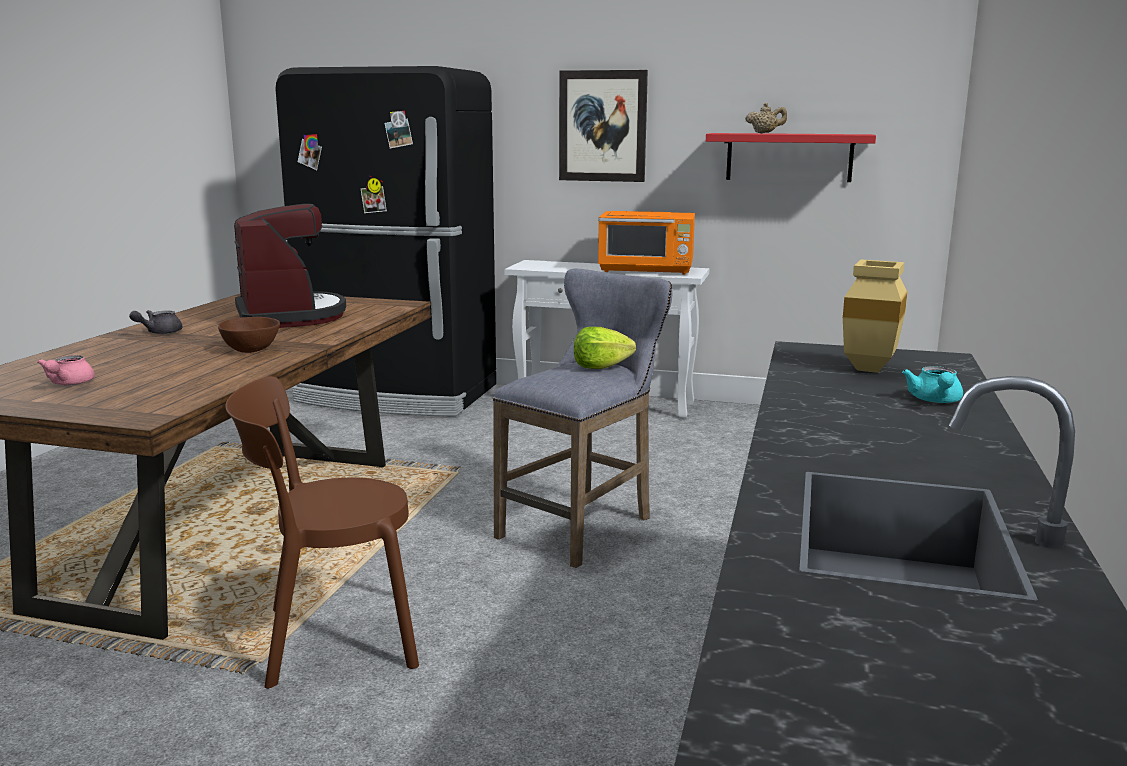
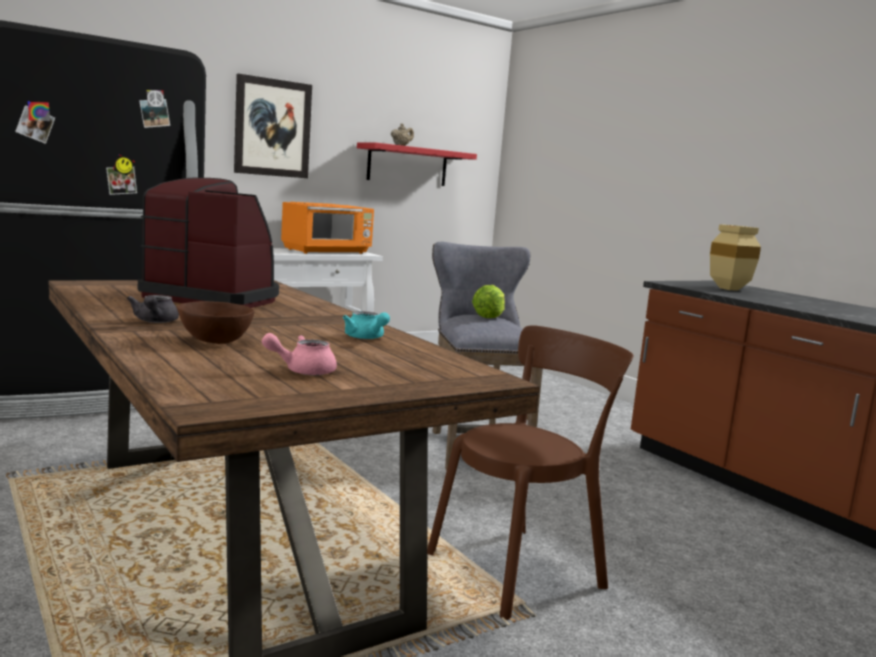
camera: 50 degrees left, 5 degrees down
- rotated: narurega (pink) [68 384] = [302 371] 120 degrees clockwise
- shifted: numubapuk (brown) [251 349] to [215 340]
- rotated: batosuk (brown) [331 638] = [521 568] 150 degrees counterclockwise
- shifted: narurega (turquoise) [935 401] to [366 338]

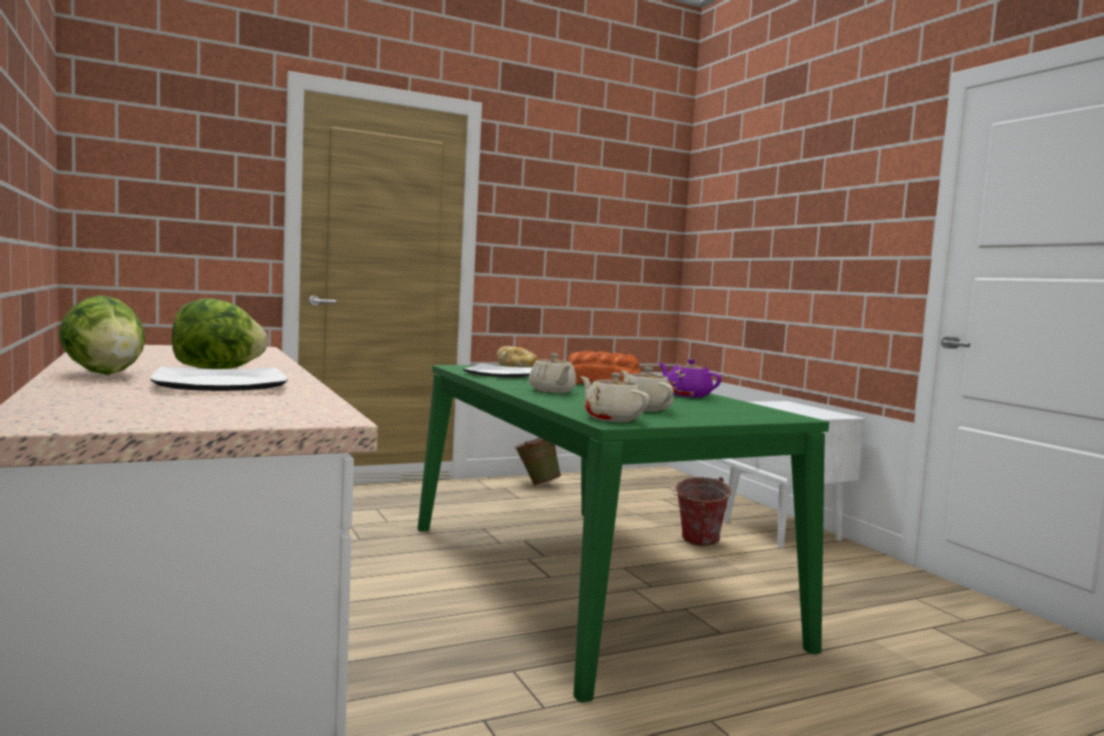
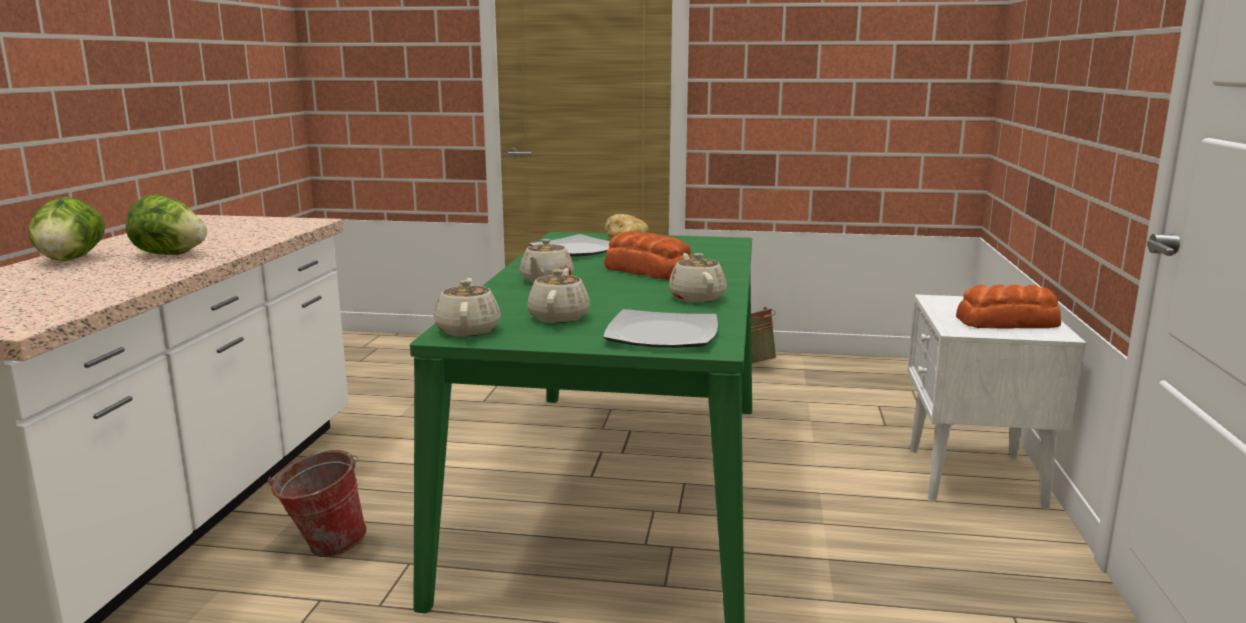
camera: 35 degrees right, 10 degrees up
- shifted: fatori [222 384] to [663 334]
- repainted: narurega (purple) [687 395] to narurega (beige) [696 297]
- shifted: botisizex [697 543] to [323 547]
- new: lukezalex [1008 323]

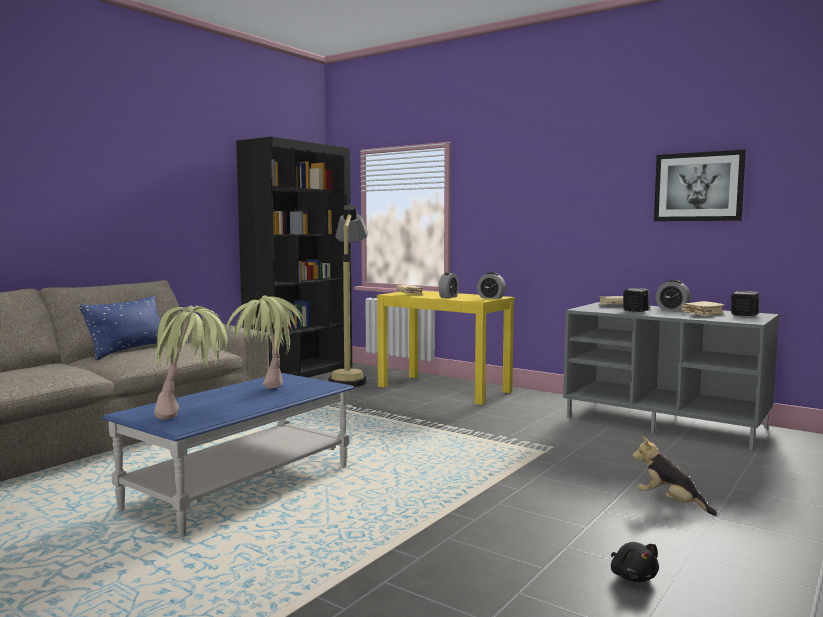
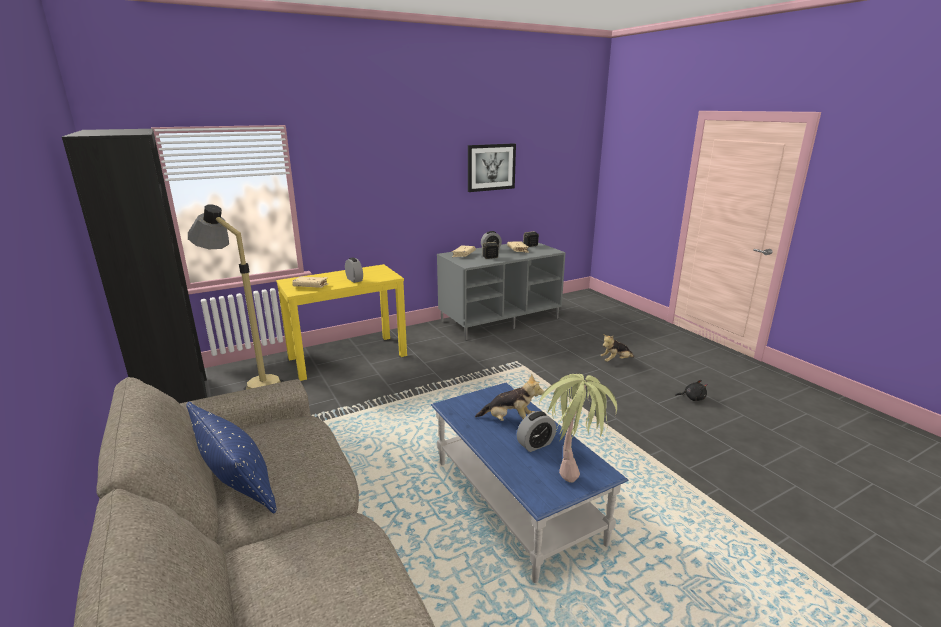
camera: 65 degrees left, 15 degrees up
- swapped: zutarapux [266 393] to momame [509 421]
- shifted: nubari [491 298] to [535 444]

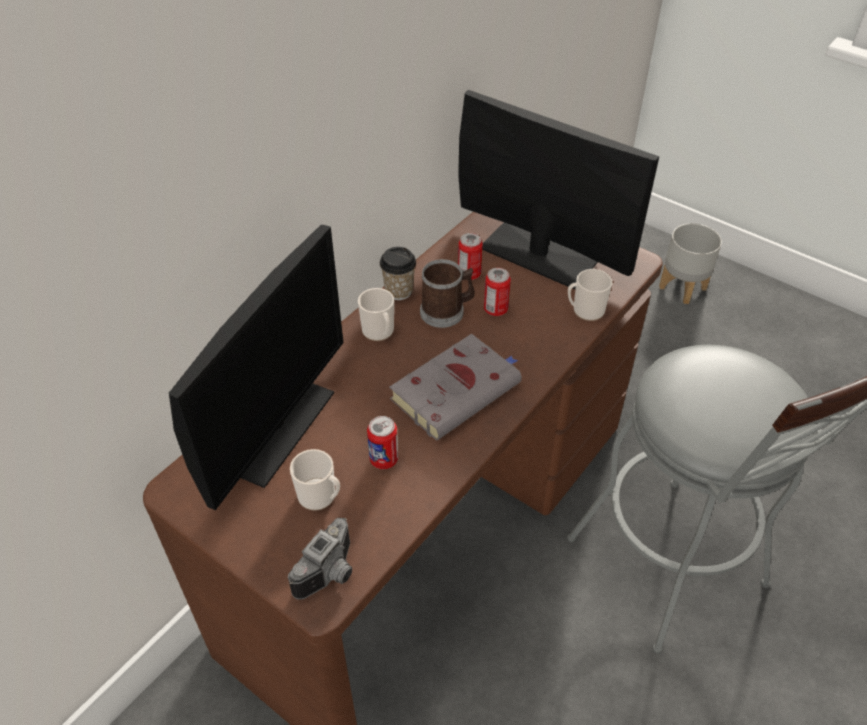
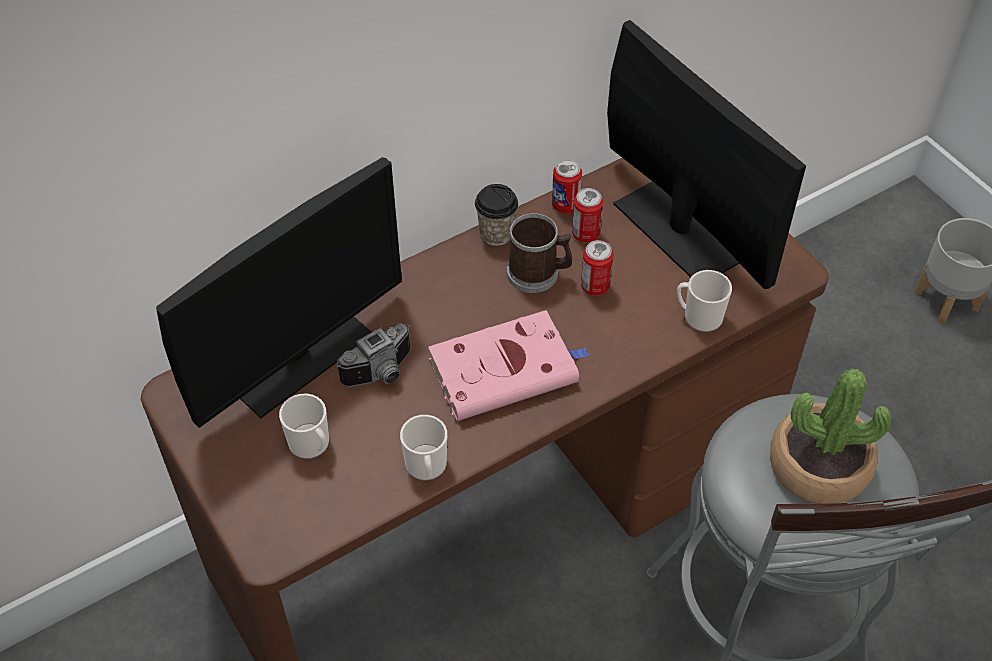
camera: 20 degrees right, 5 degrees up
- shifted: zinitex [331 574] to [382 373]
- shifted: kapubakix [379 332] to [426 467]
- shifted: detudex [384 459] to [565 205]
- repainted: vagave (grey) [457 390] to vagave (pink) [507 370]
- new: zutarapux [818 466]

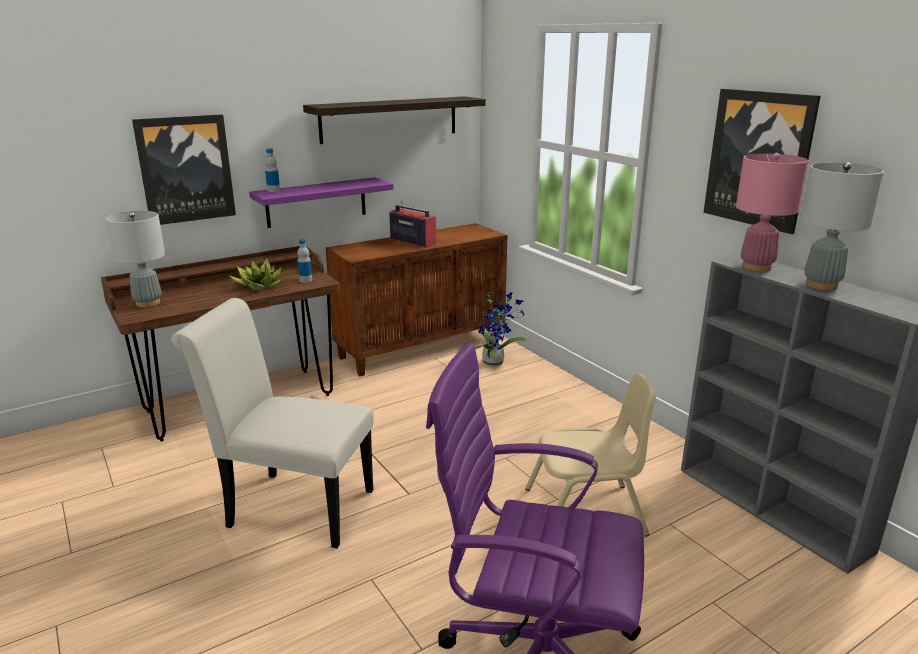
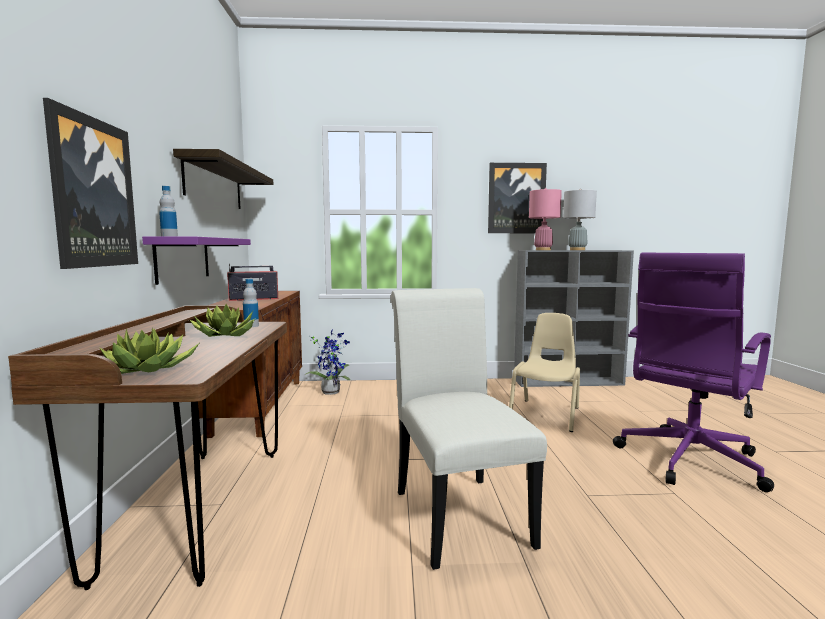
camera: 60 degrees left, 15 degrees down
- swapped: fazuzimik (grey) [148 303] to zutarapux [149 369]
- rotated: batosuk (white) [292 507] = [457 511] 120 degrees clockwise

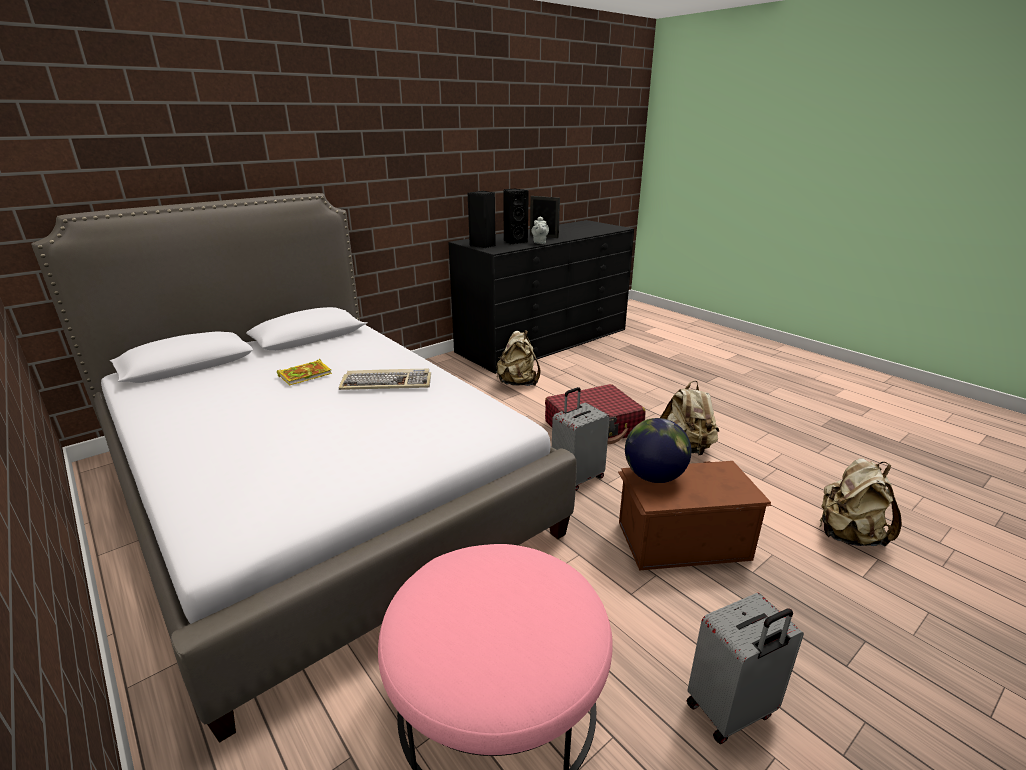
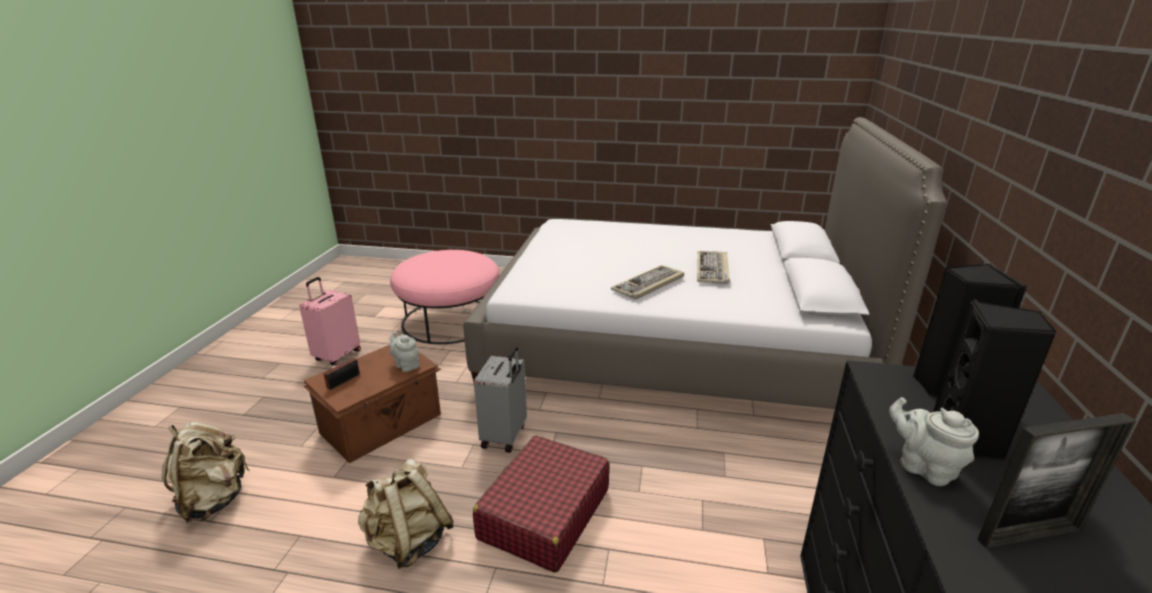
camera: 140 degrees right, 0 degrees up
- swapped: vagave [306 374] to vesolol [713 269]
- gone: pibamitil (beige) [518 383]
- swapped: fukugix [654 476] to narurega (grey) [406 365]
- repainted: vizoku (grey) [731 711] to vizoku (pink) [336 355]
- new: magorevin [345 380]

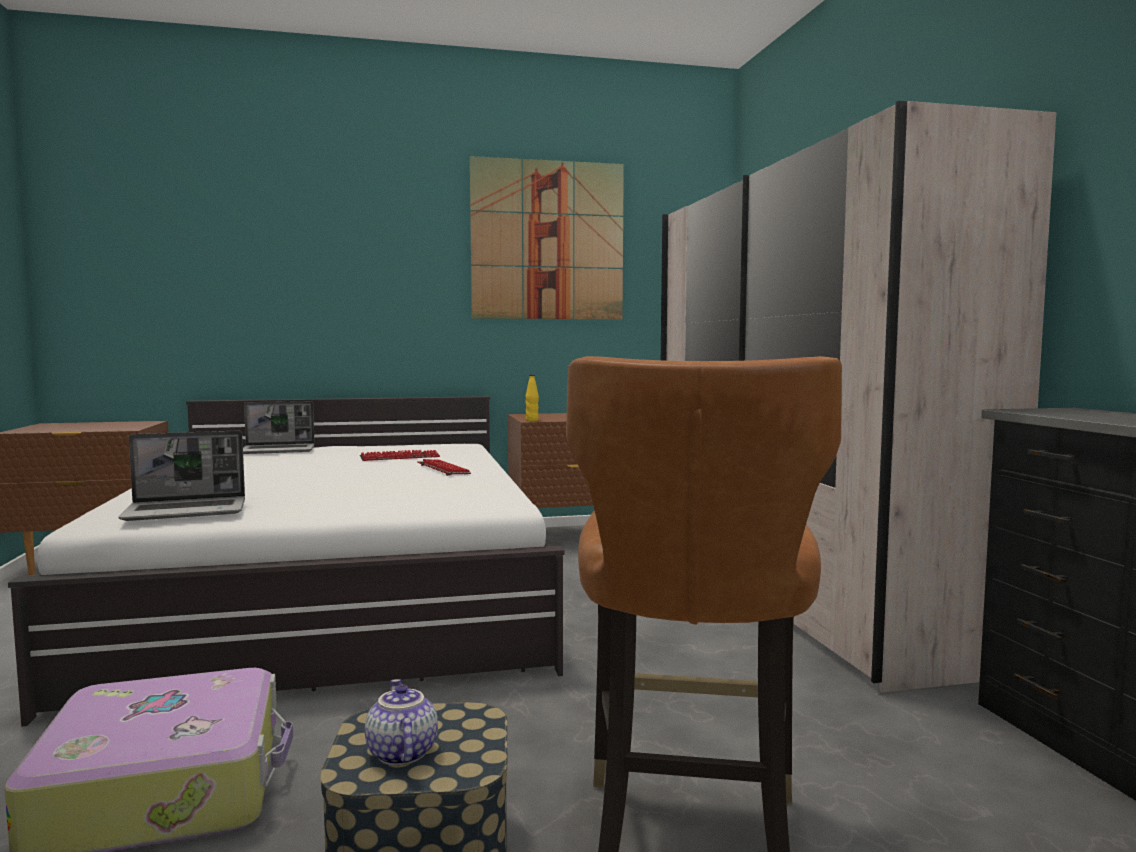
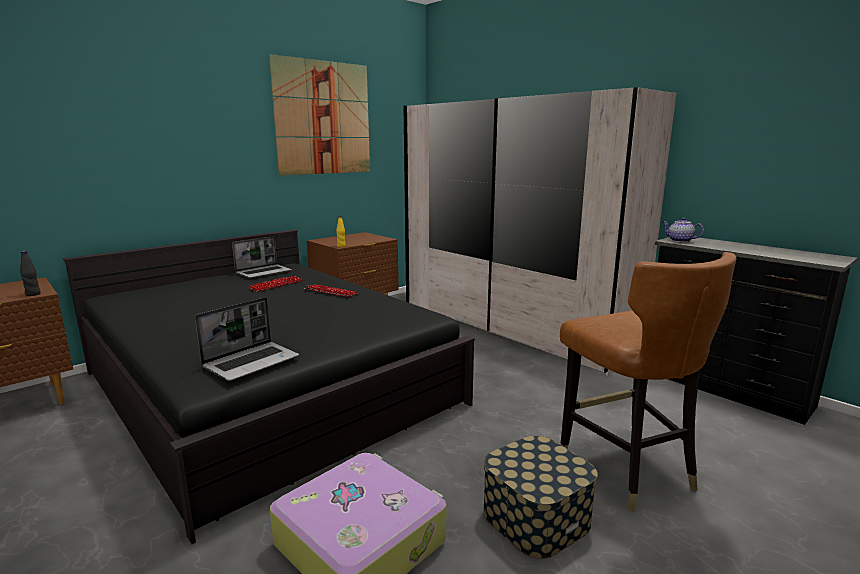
camera: 30 degrees left, 10 degrees up
- repainted: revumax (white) [336 594] to revumax (black) [267 387]
- shifted: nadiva [279 450] to [264 272]
- shifted: narurega [400 753] to [679 241]
- new: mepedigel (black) [33 294]

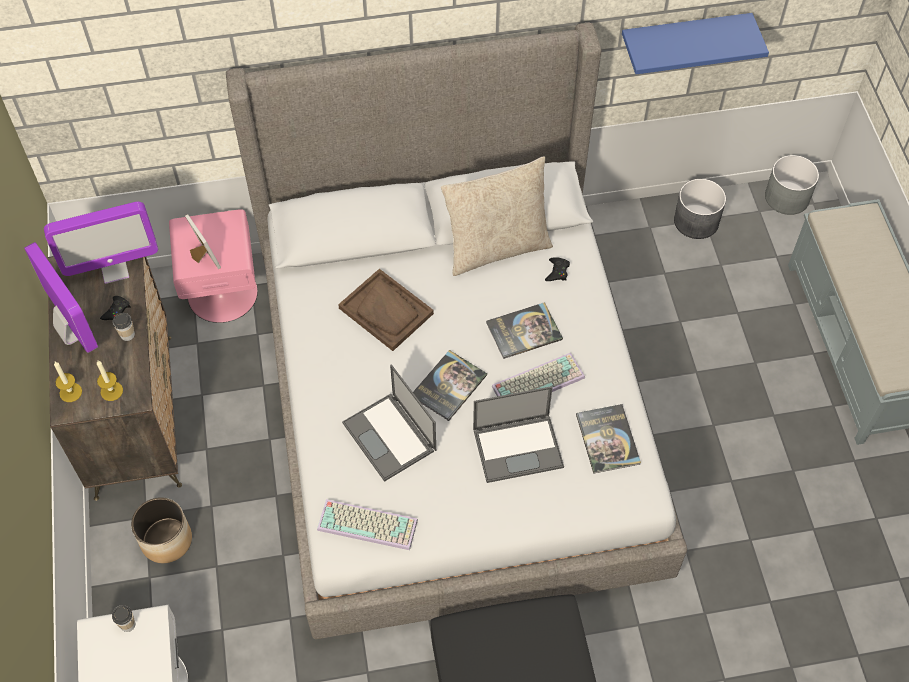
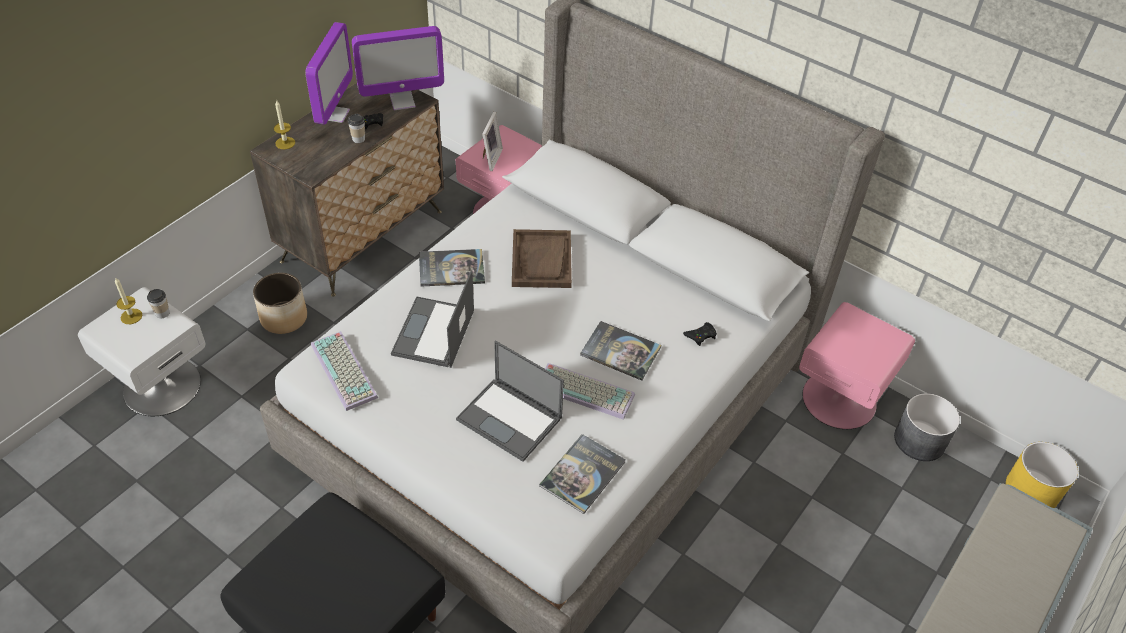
camera: 45 degrees right, 10 degrees down
- rotated: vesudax [114 270] = [402 102] 45 degrees counterclockwise
- shifted: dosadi [111 391] to [131 316]
- shifted: vagave [449 386] to [451 268]
- gone: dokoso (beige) [496 247]
- gone: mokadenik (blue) [683 39]
- repainted: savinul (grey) [787 197] to savinul (yellow) [1032 489]
- new: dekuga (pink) [840 398]

